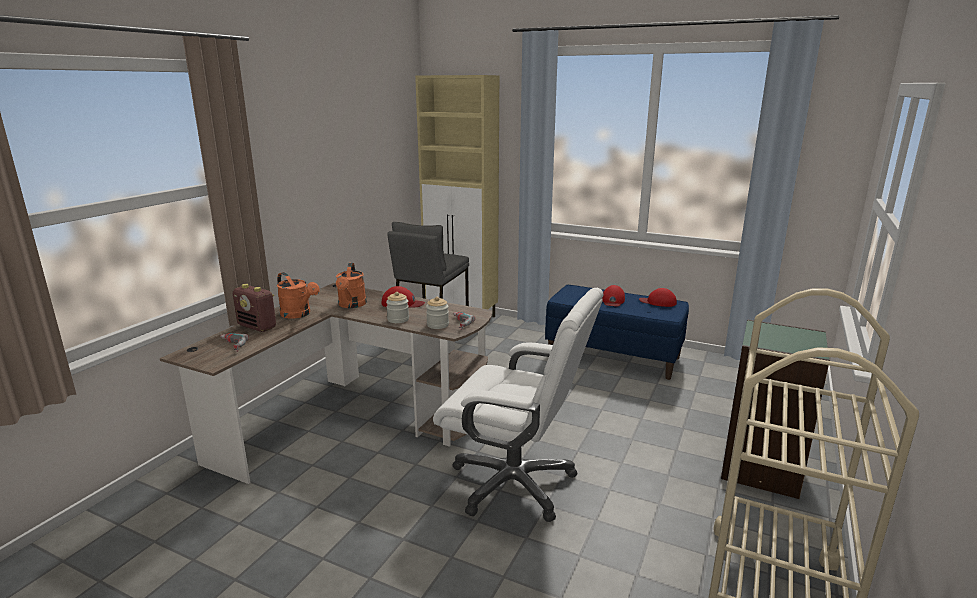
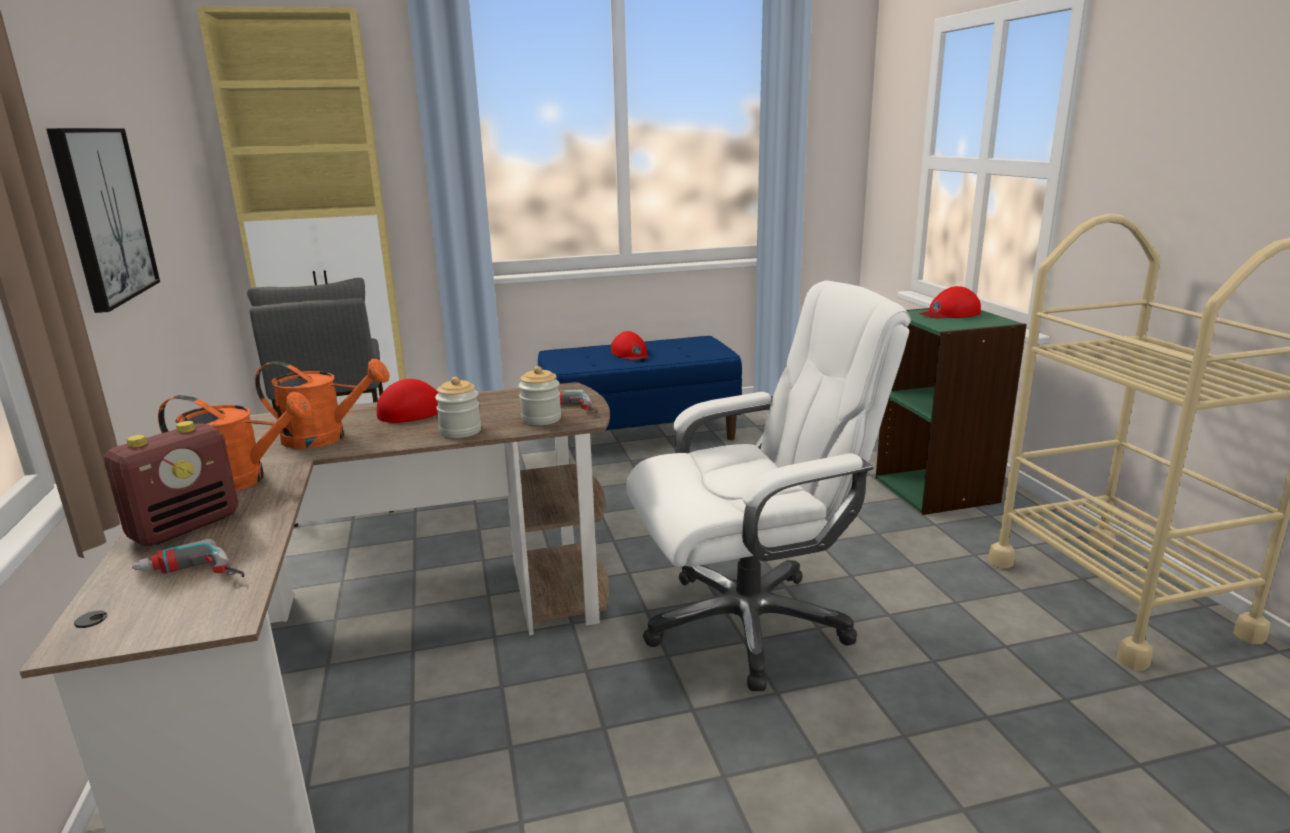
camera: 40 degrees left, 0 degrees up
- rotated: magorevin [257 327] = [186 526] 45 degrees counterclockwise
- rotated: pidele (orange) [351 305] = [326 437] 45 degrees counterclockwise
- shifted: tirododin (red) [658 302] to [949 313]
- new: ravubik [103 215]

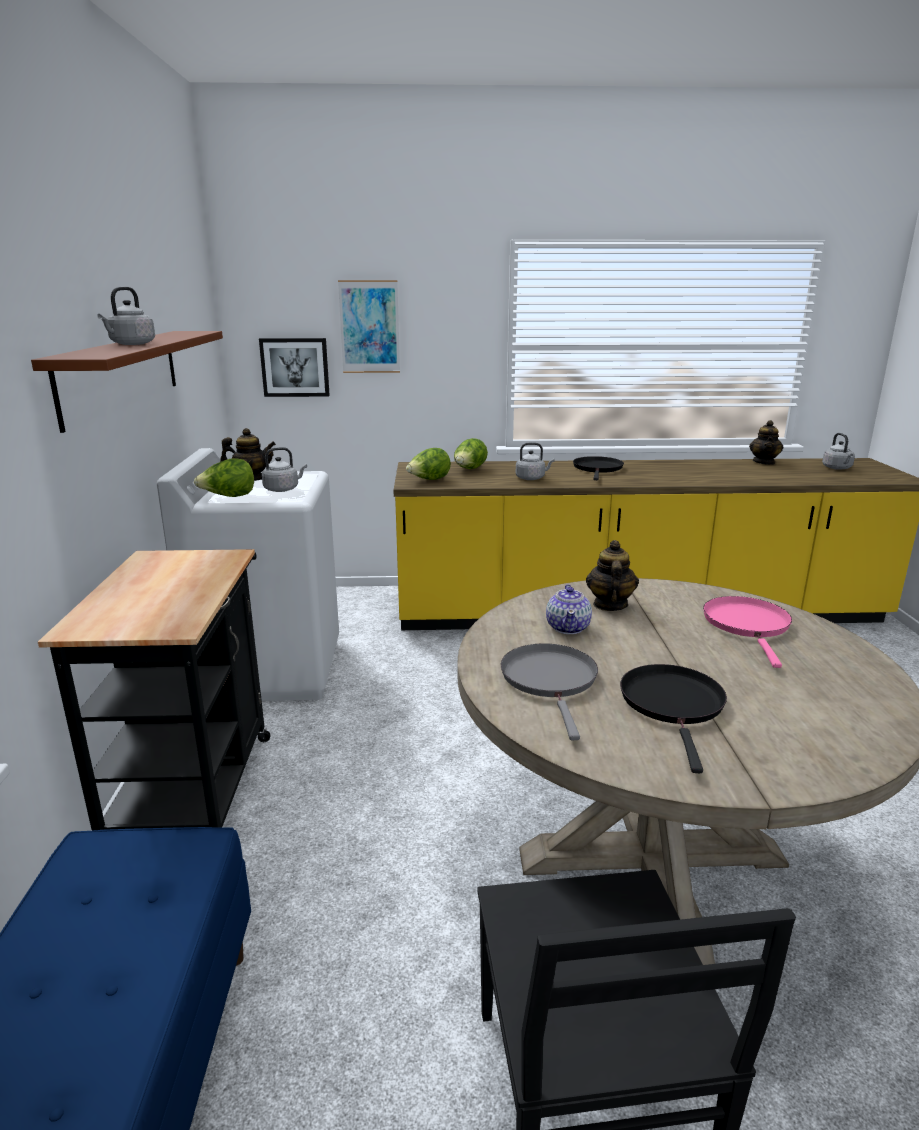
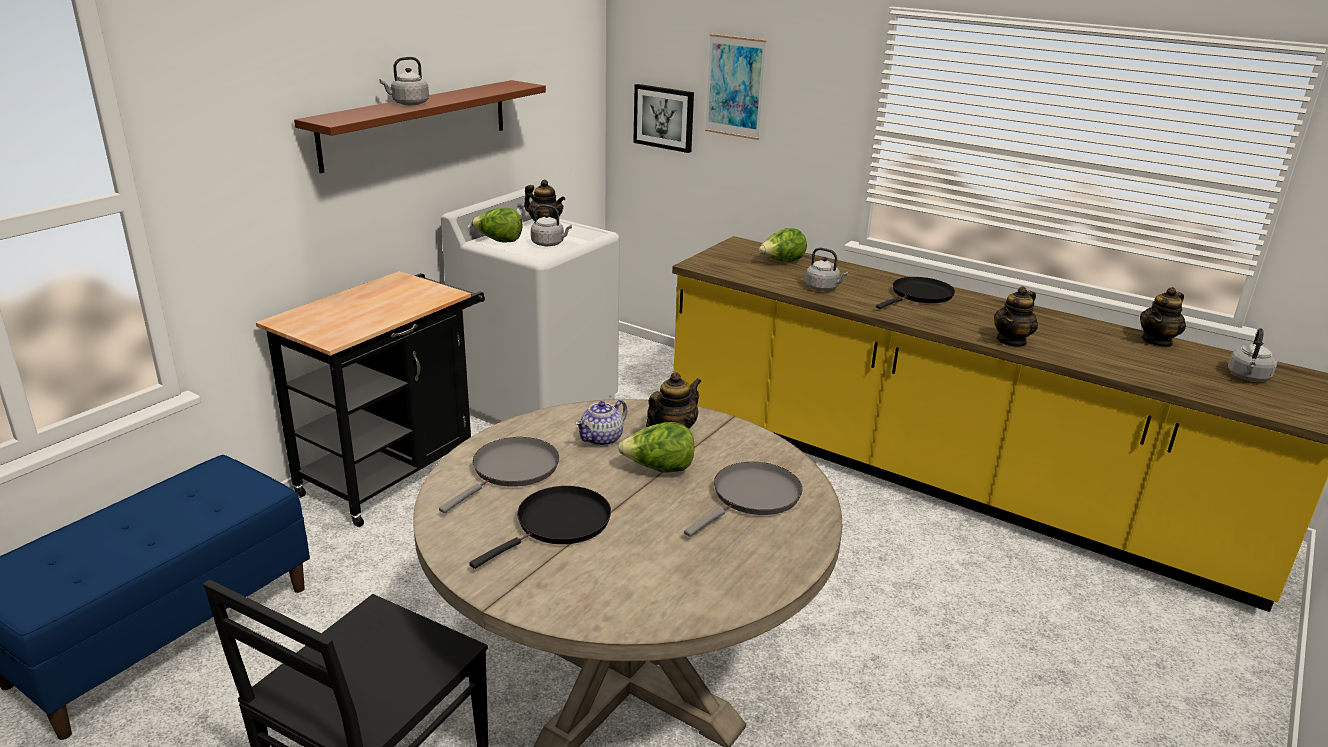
camera: 35 degrees right, 5 degrees up
- shifted: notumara [429 480] to [659 469]
- repainted: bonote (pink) [747 625] to bonote (grey) [753 497]
- new: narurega [1012 341]

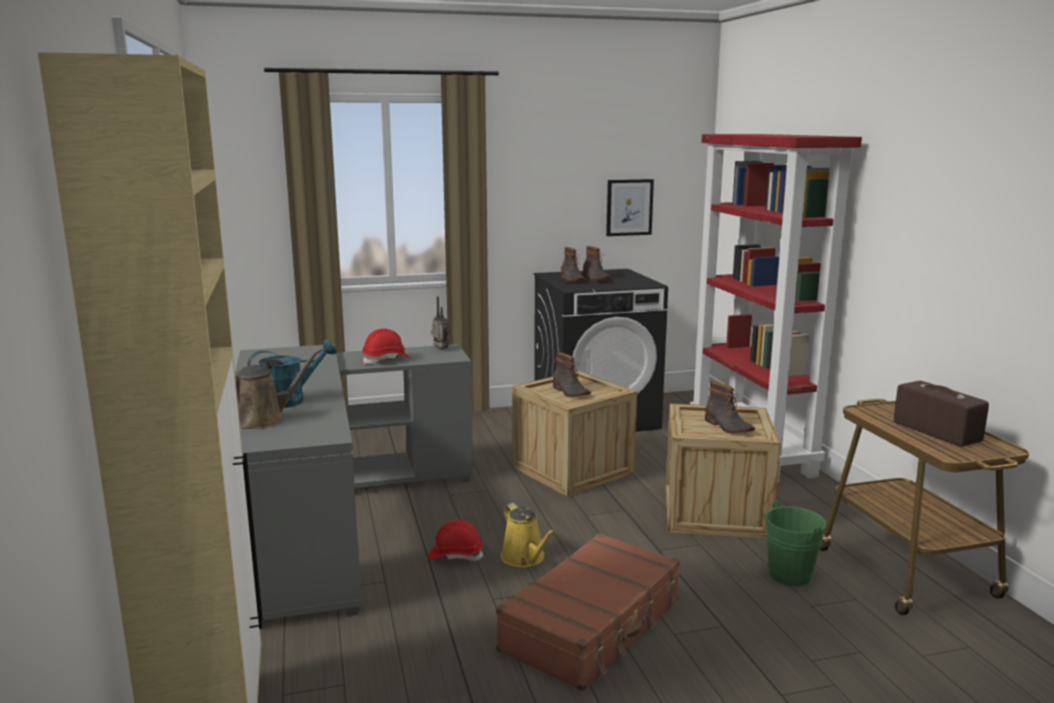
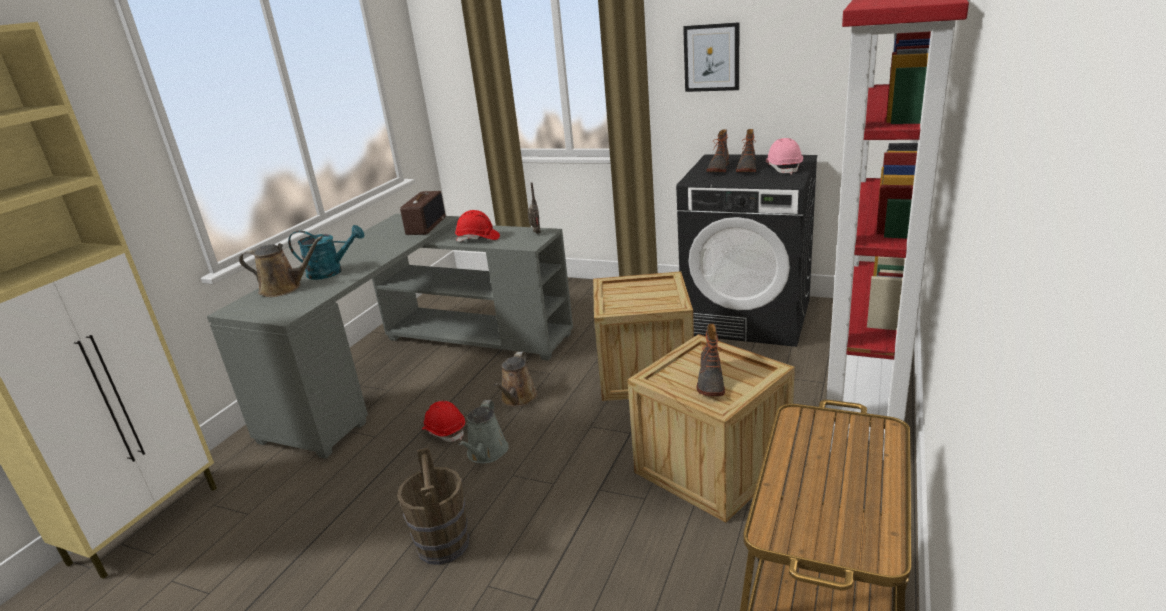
camera: 40 degrees right, 10 degrees up
- swapped: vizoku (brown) [593 625] to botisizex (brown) [443 544]
- repainted: pidele (yellow) [525 558] to pidele (grey) [486 453]
- gone: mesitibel [570 392]
- shifted: ravubik [629 207] to [711 58]
- gone: botisizex (green) [786 576]
- shifted: magorevin [935 432] to [425 226]
- new: pidele (brown) [518 399]
- new: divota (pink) [783 168]

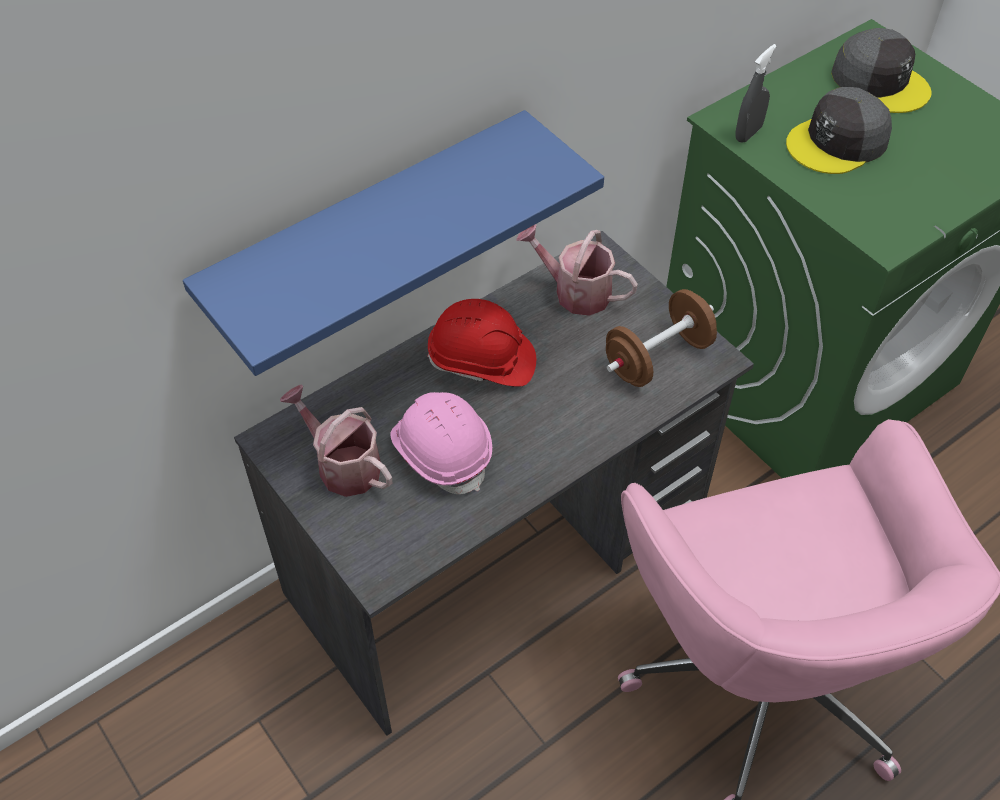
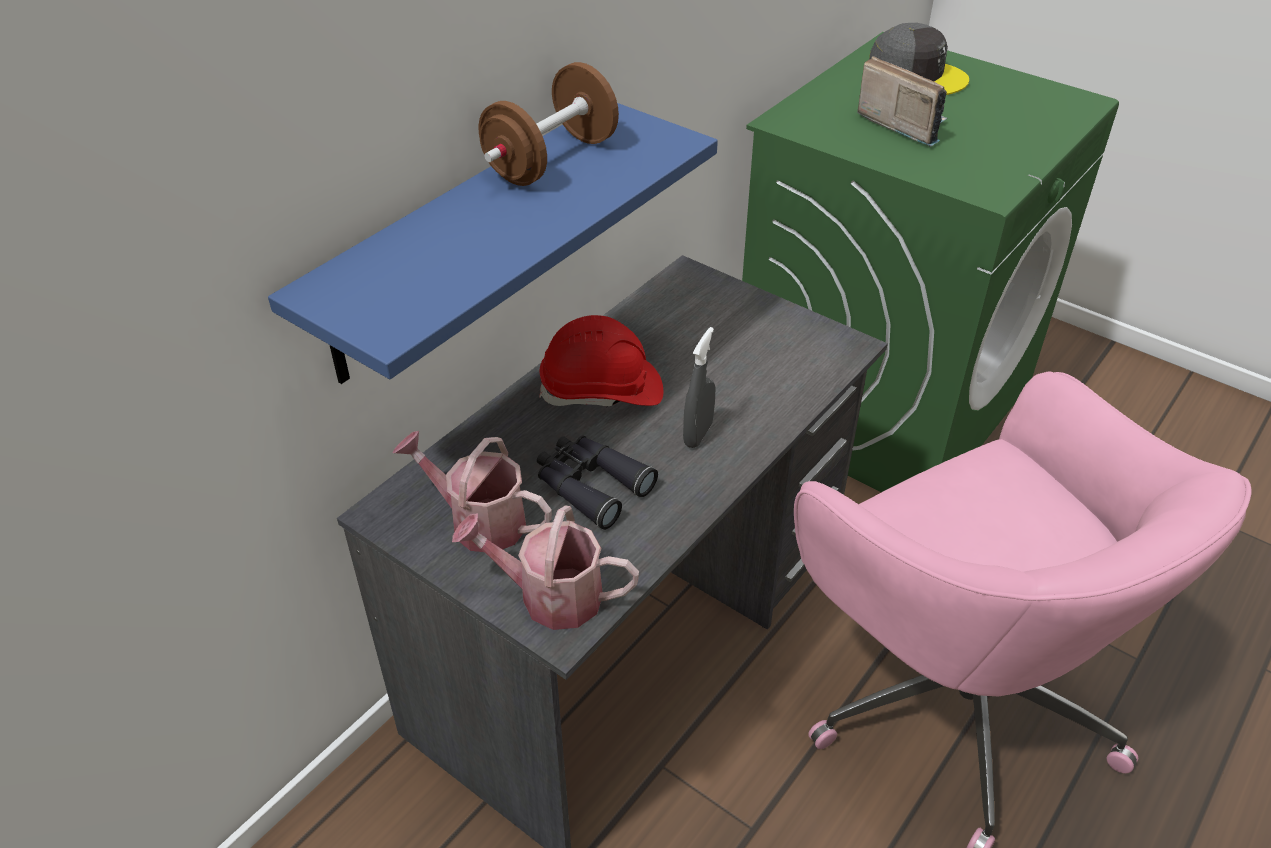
camera: 15 degrees left, 10 degrees down
- swapped: divota (pink) [442 452] to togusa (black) [590 486]
- shifted: pidele [575 291] to [549 596]
- shifted: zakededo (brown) [657 358] to [551 160]
- shifted: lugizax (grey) [748 133] to [698 434]
- swapped: tirododin (grey) [838 142] to magorevin [902 124]

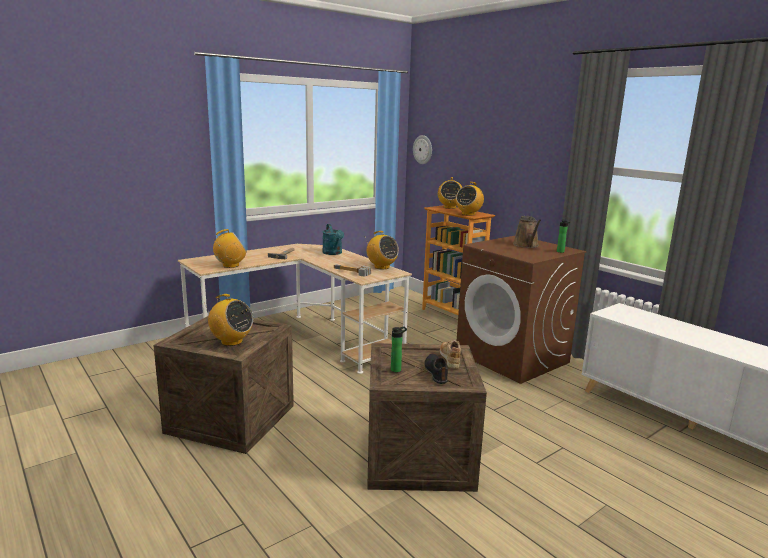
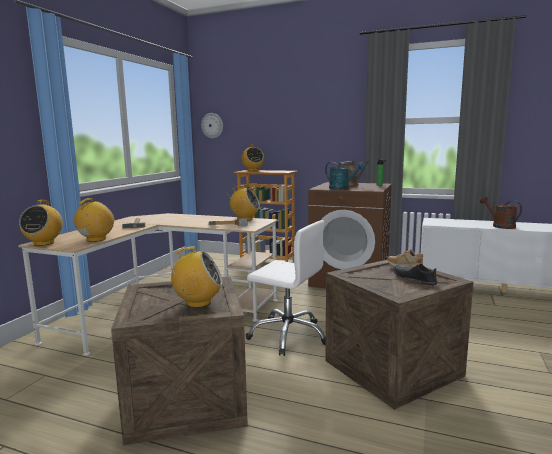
camera: 30 degrees left, 5 degrees down
- shifted: pidele (turquoise) [333 253] to [342 188]
- gone: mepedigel [397 369]
- shifted: magorevin [468 214] to [44 243]
- new: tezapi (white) [288 335]
- new: pidele (brown) [500 226]

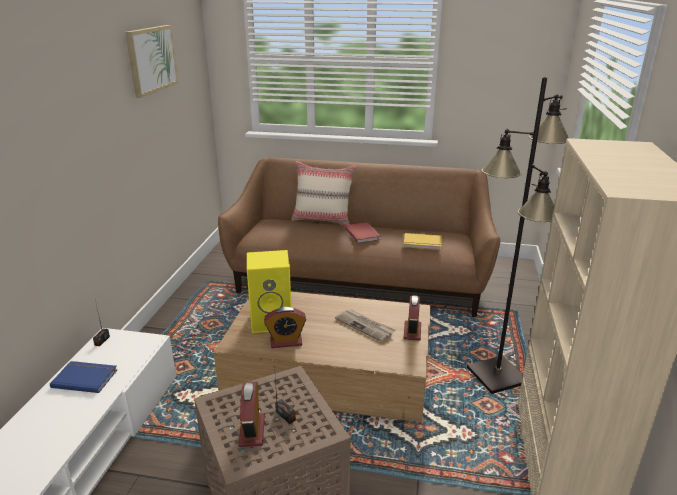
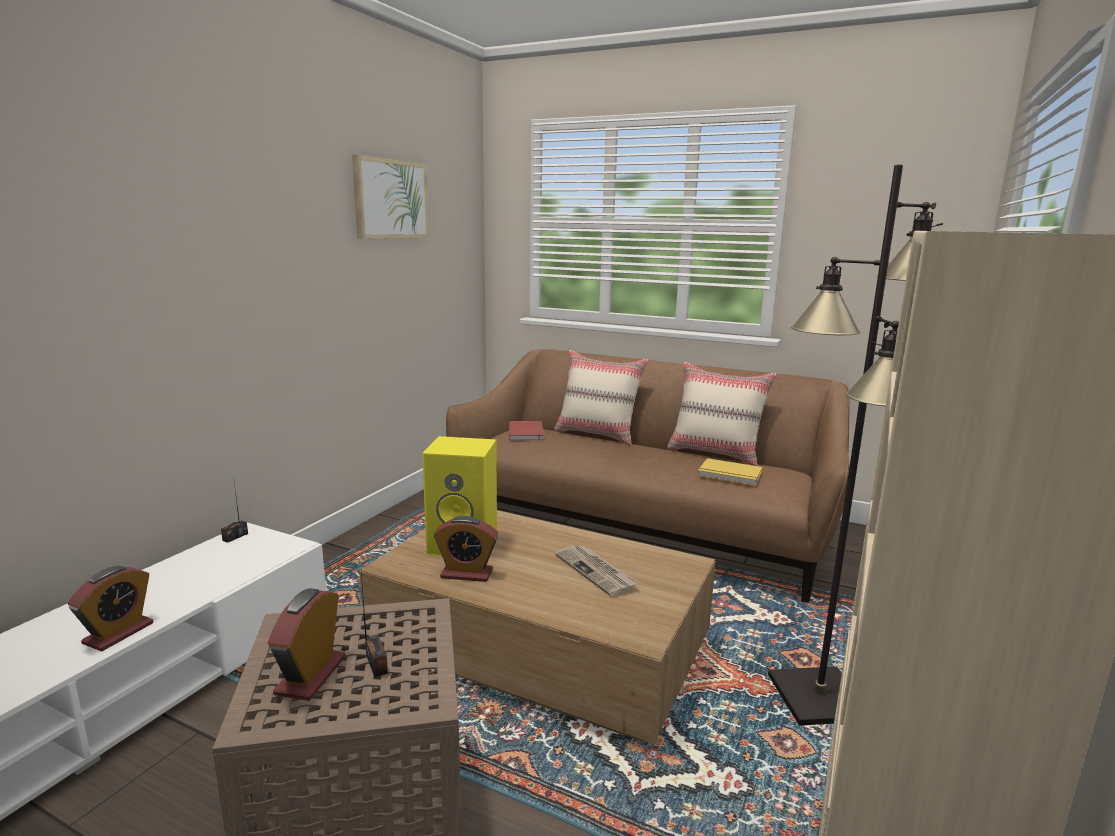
camera: 15 degrees right, 10 degrees down
- gone: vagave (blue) [85 377]
- shifted: vagave (red) [363 234] to [527 432]
- shifted: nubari [412 331] to [118 633]
- new: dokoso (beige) [715 453]

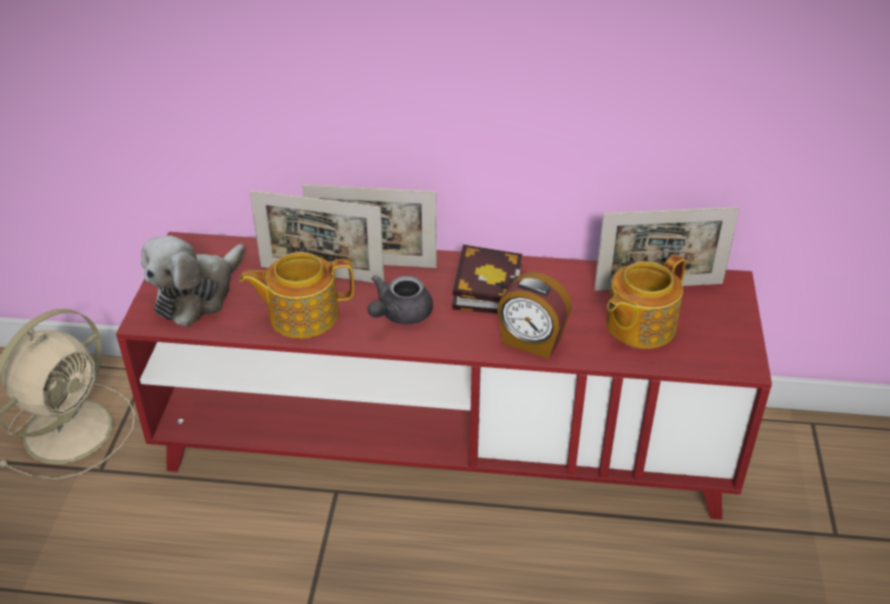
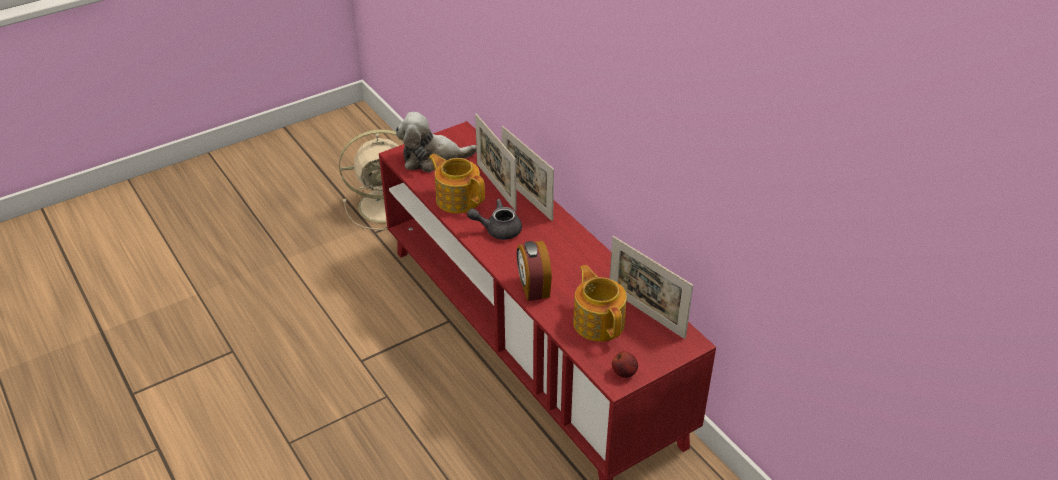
camera: 50 degrees right, 0 degrees up
- gone: vagave [486 285]
- rotated: narurega [638 325] = [599 322] 60 degrees clockwise
- new: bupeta [624 373]

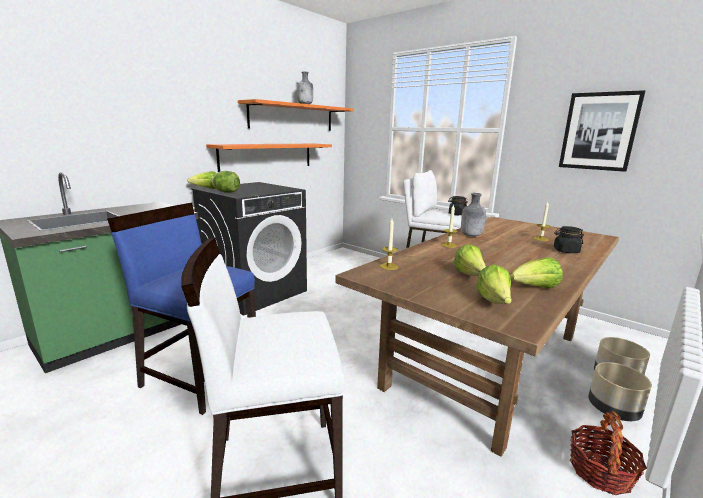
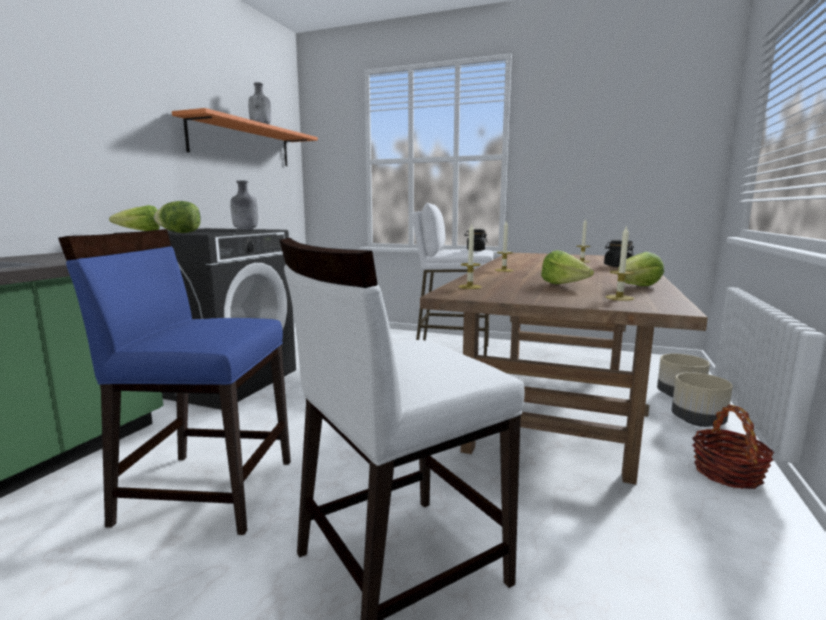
camera: 20 degrees left, 5 degrees down
- gone: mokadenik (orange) [267 156]
- shifted: mepedigel (grey) [471 236] to [245 229]
- swapped: notumara [494 302] to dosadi [619 298]
- gone: ravubik [599 131]

